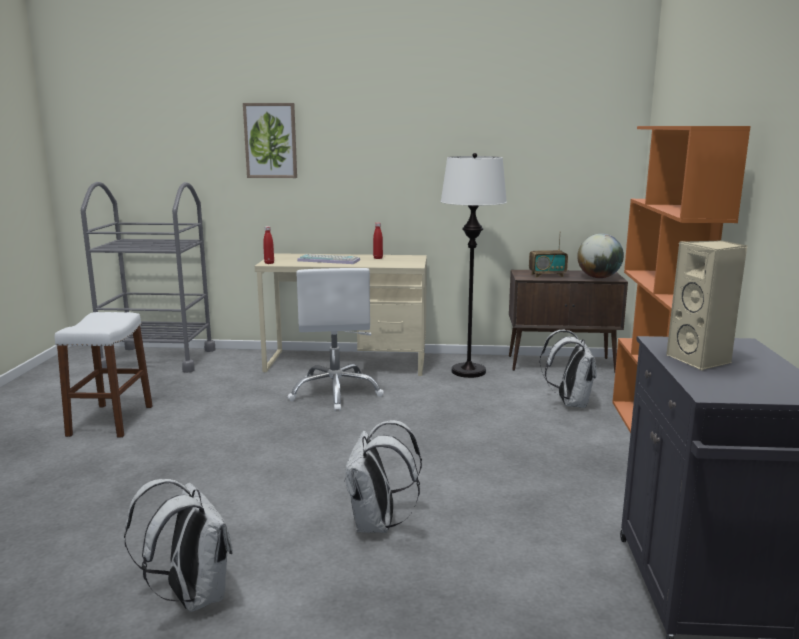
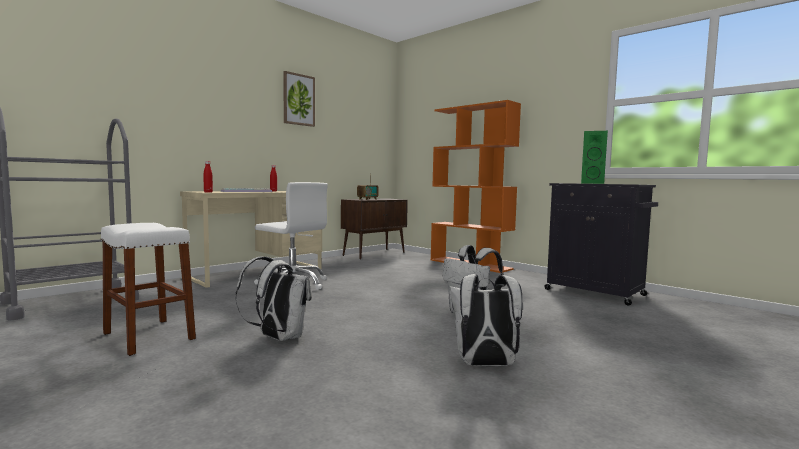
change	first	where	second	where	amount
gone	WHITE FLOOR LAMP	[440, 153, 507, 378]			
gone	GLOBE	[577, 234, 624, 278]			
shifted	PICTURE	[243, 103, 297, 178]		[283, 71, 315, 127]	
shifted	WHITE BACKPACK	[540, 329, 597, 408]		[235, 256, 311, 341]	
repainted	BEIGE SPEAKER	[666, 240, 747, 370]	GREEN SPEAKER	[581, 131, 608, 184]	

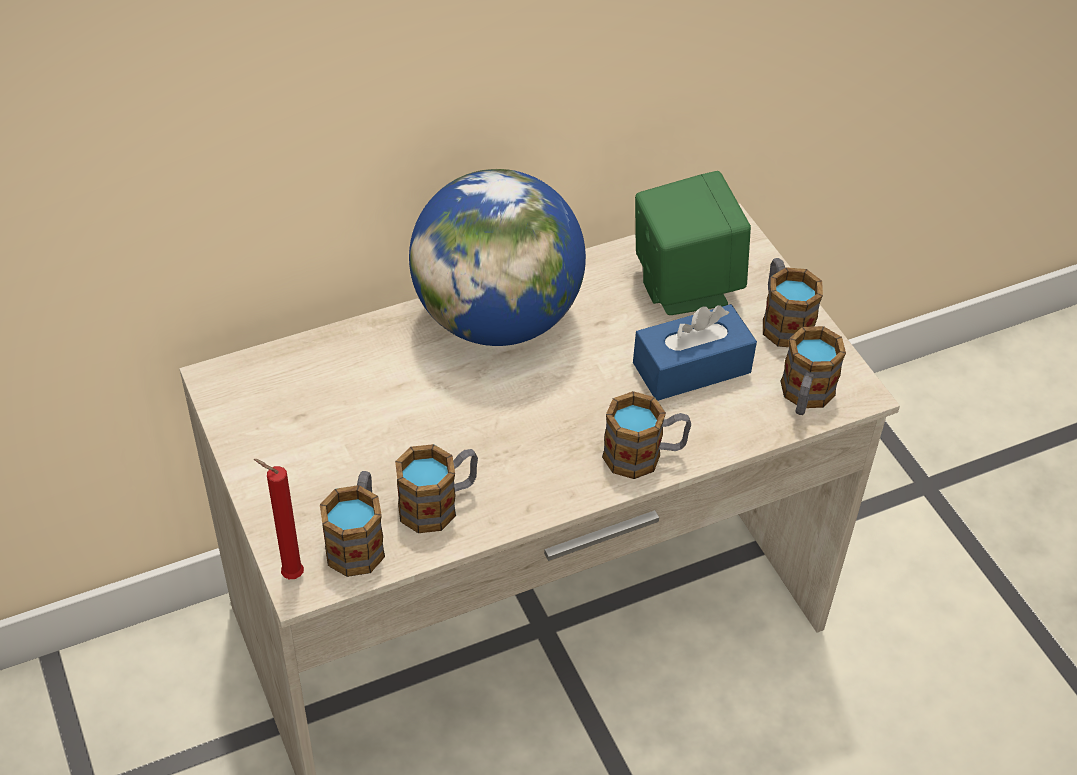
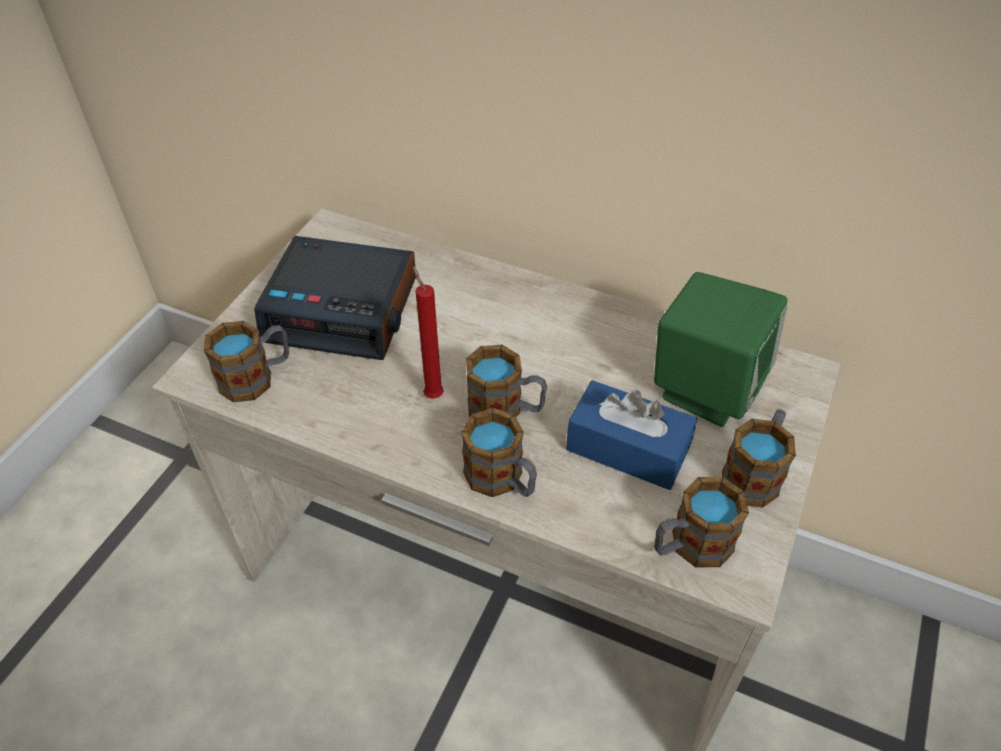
change	first	where	second	where	amount
gone	GLOBE	[409, 169, 586, 346]			
new			ALARM CLOCK	[254, 236, 416, 360]	
shifted	RED CANDLE	[254, 459, 304, 579]		[413, 266, 444, 399]	
shifted	MUG	[395, 444, 478, 533]		[466, 345, 547, 417]	

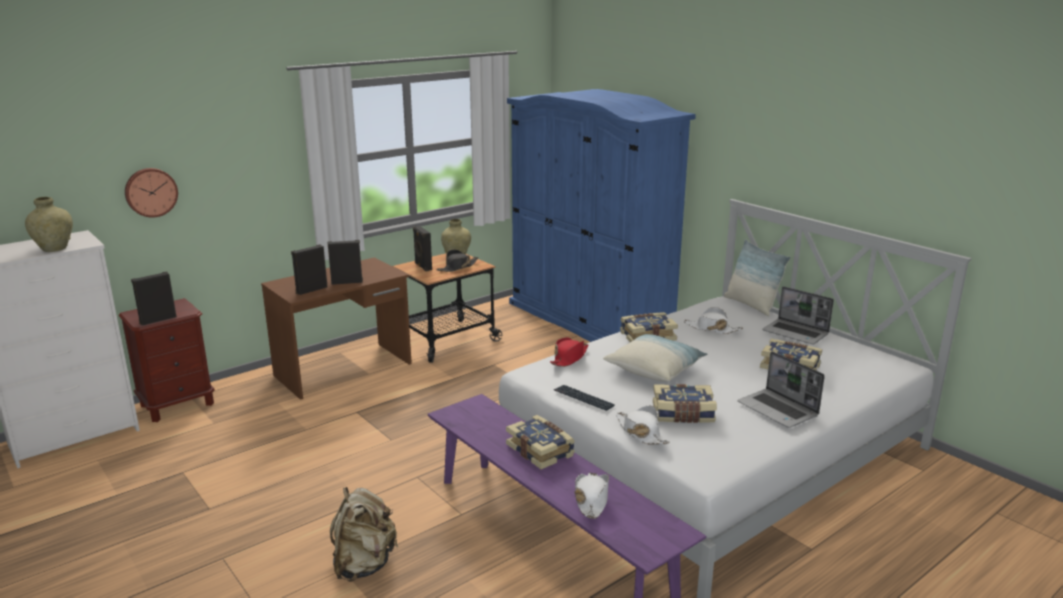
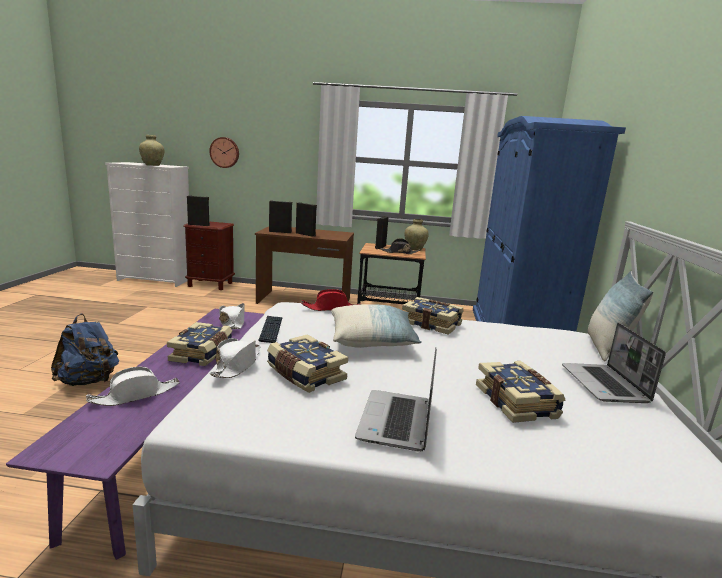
change	first	where	second	where	amount
shifted	WHITE HAT	[684, 307, 743, 334]		[219, 303, 245, 329]	
repainted	BEIGE BACKPACK	[330, 487, 398, 582]	BLUE BACKPACK	[51, 314, 119, 386]	

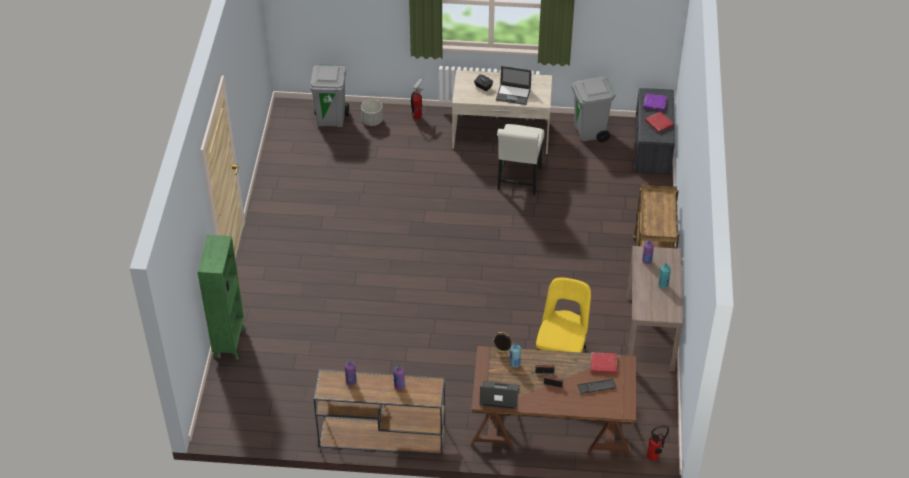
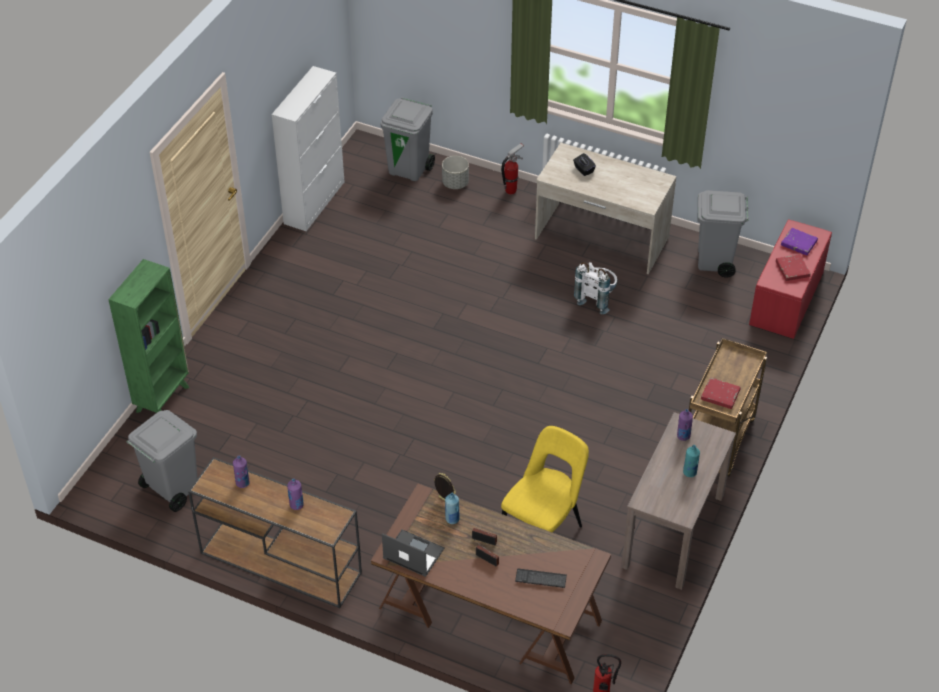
change	first	where	second	where	amount
gone	LAPTOP	[496, 66, 532, 105]			
new			GREY TRASH CAN	[126, 410, 197, 512]	
new			WHITE CABINET	[271, 66, 344, 231]	
shifted	RED BOOK	[591, 352, 617, 374]		[701, 377, 741, 409]	
swapped	WHITE CHAIR	[497, 124, 544, 195]	WHITE BACKPACK	[574, 262, 618, 314]	
repainted	GREY BENCH	[635, 88, 675, 174]	RED BENCH	[749, 219, 832, 339]	

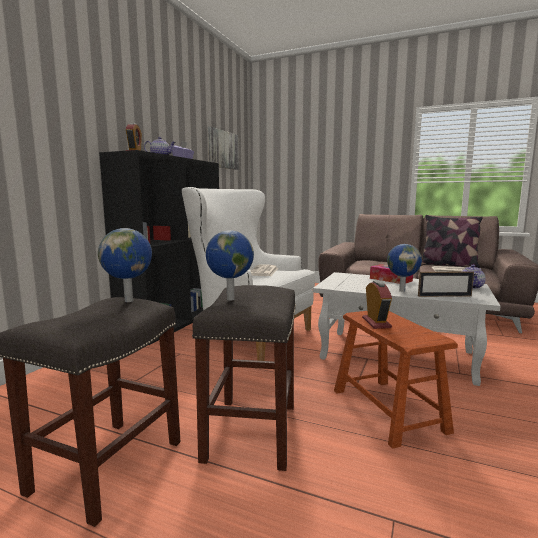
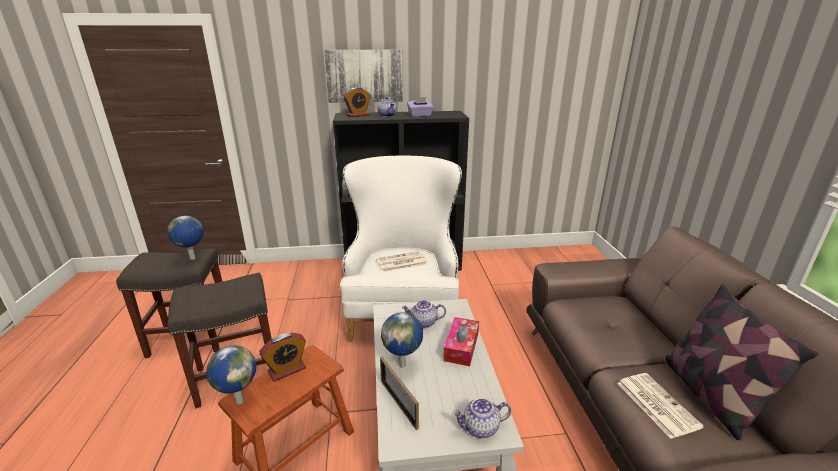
change	first	where	second	where	amount
new			TEAPOT	[401, 300, 446, 328]	
shifted	GLOBE	[206, 230, 254, 301]		[206, 345, 256, 404]	
shifted	PICTURE	[208, 126, 239, 170]		[324, 50, 403, 103]	

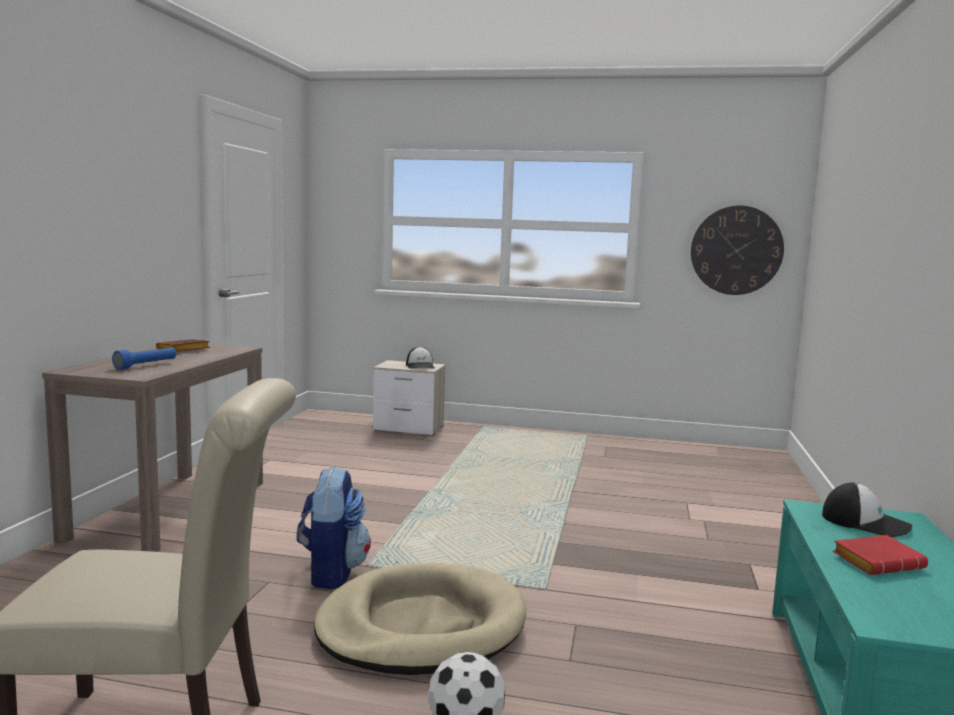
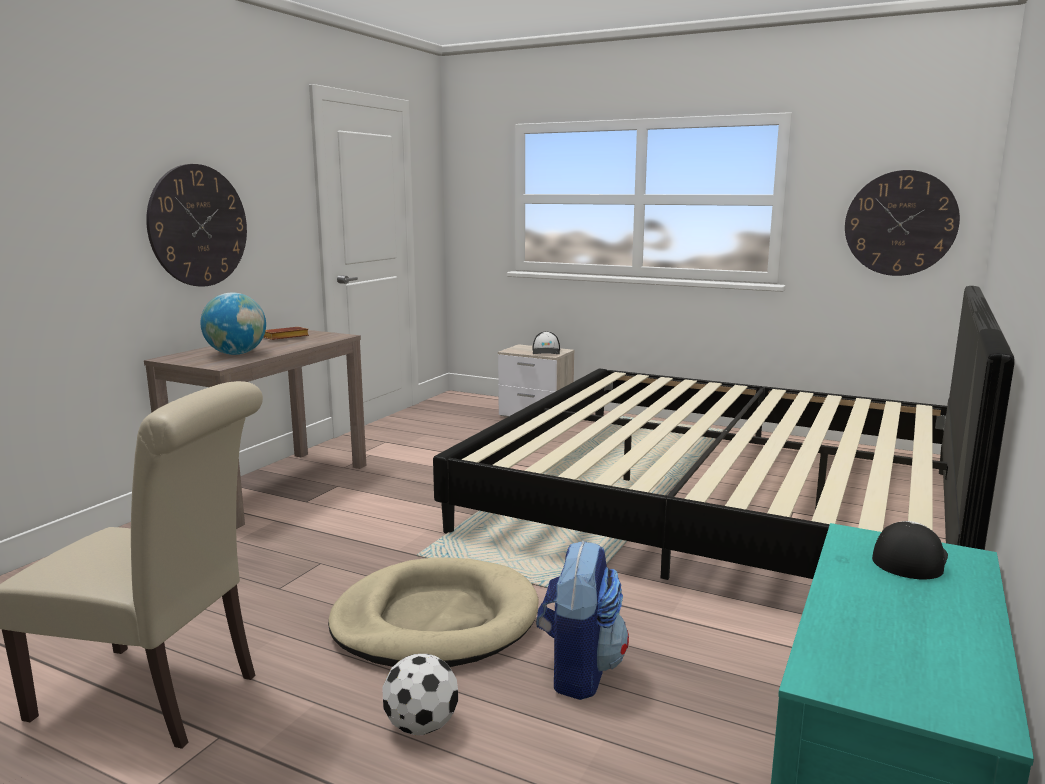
change	first	where	second	where	amount
gone	RED BOOK	[833, 535, 928, 575]			
new			WALL CLOCK	[146, 164, 247, 287]	
new			BED	[433, 286, 1015, 580]	
shifted	BACKPACK	[296, 466, 371, 590]		[536, 540, 629, 700]	
swapped	BLUE FLASHLIGHT	[112, 348, 176, 370]	GLOBE	[200, 292, 266, 355]	
rotated	CAP	[822, 482, 912, 537]		[872, 521, 948, 579]	105 degrees counterclockwise

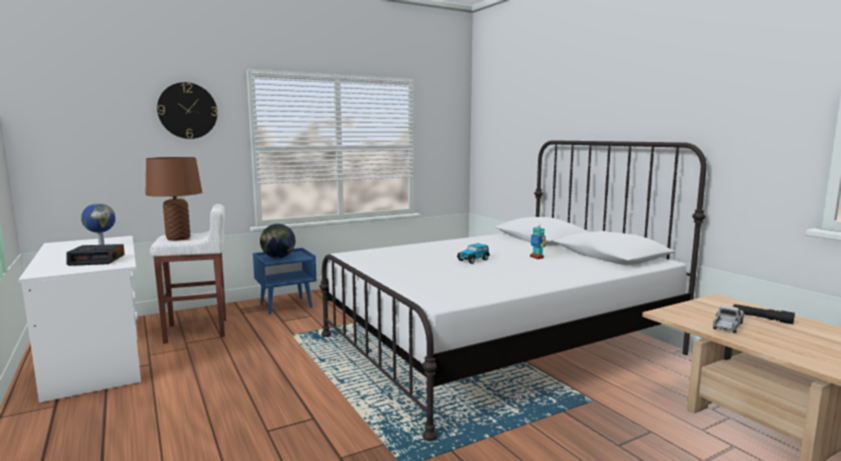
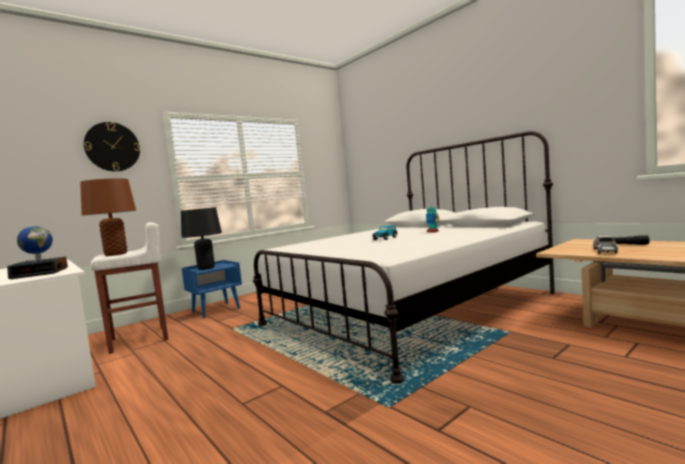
change	first	where	second	where	amount
swapped	GLOBE	[260, 224, 295, 259]	BLACK TABLE LAMP	[181, 207, 222, 270]	

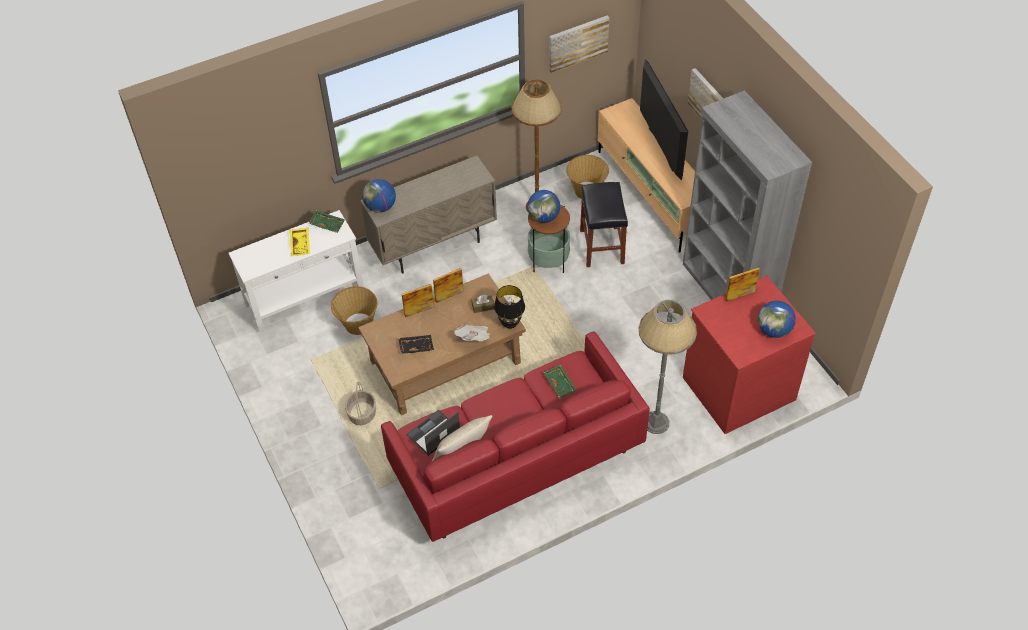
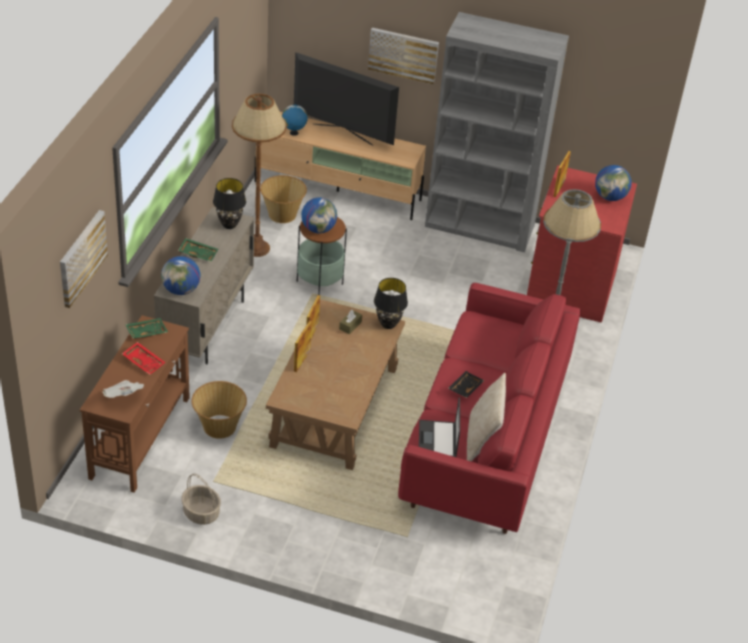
change	first	where	second	where	amount
gone	BLACK STOOL	[580, 182, 628, 267]			
new			BLACK TABLE LAMP	[213, 178, 246, 229]	
new			GLOBE	[282, 102, 308, 136]	
shifted	BASKET	[345, 382, 376, 425]		[181, 473, 221, 525]	
shifted	BLACK TRAY	[398, 335, 434, 354]		[448, 371, 484, 398]	
shifted	NEWSPAPER	[454, 324, 490, 341]		[103, 380, 144, 398]	
shifted	GREEN TRAY	[543, 364, 577, 399]		[178, 238, 218, 262]	
shifted	PICTURE	[549, 16, 609, 73]		[60, 210, 108, 308]	
repainted	WHITE CONSOLE TABLE	[229, 210, 364, 333]	BROWN CONSOLE TABLE	[80, 315, 190, 493]	
repainted	YELLOW TRAY	[290, 228, 310, 256]	RED TRAY	[122, 342, 166, 375]	

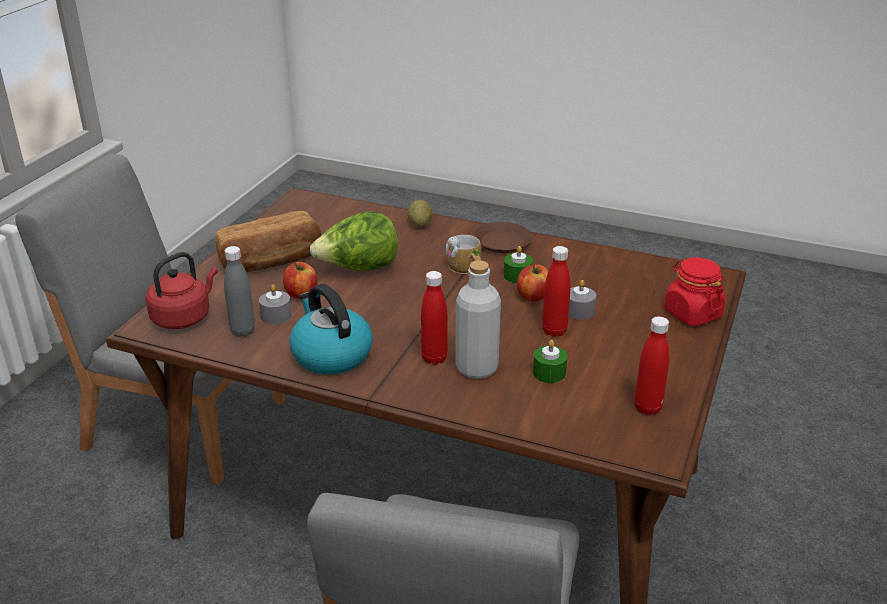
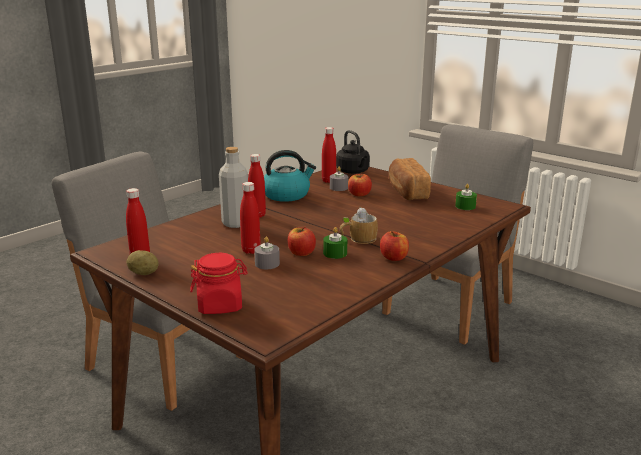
change	first	where	second	where	amount
gone	LETTUCE	[310, 211, 398, 271]			
shifted	POTATO	[407, 200, 433, 227]		[126, 250, 159, 275]	
shifted	GREEN CANDLE	[533, 340, 567, 383]		[455, 184, 477, 210]	
swapped	BROWN PLATE	[473, 222, 532, 253]	APPLE	[380, 231, 409, 261]	
repainted	RED KETTLE	[146, 252, 218, 329]	BLACK KETTLE	[336, 130, 370, 174]	
repainted	GREY BOTTLE	[224, 246, 255, 337]	RED BOTTLE	[322, 127, 336, 183]	

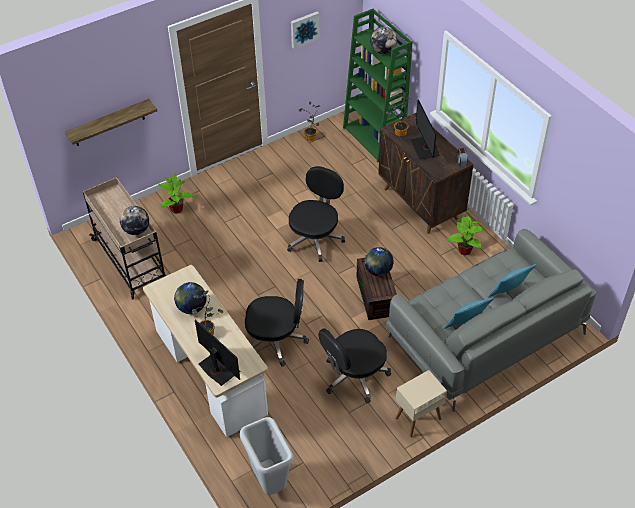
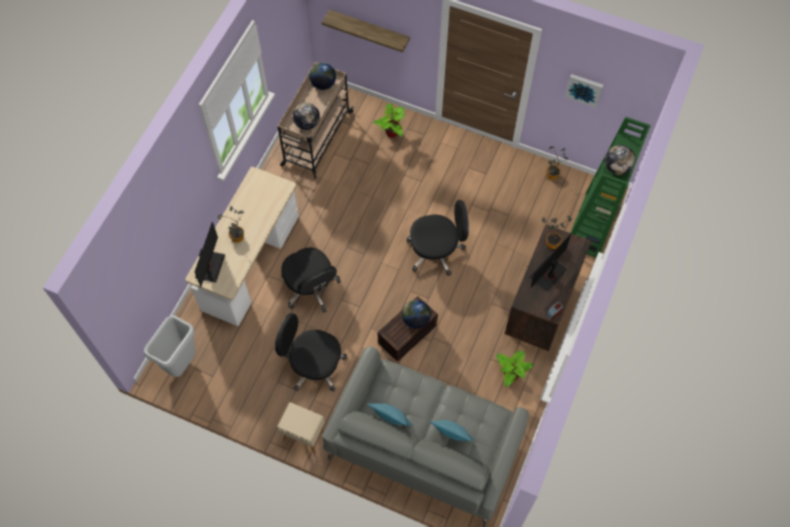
change	first	where	second	where	amount
shifted	GLOBE	[174, 282, 207, 314]		[309, 63, 336, 90]	

